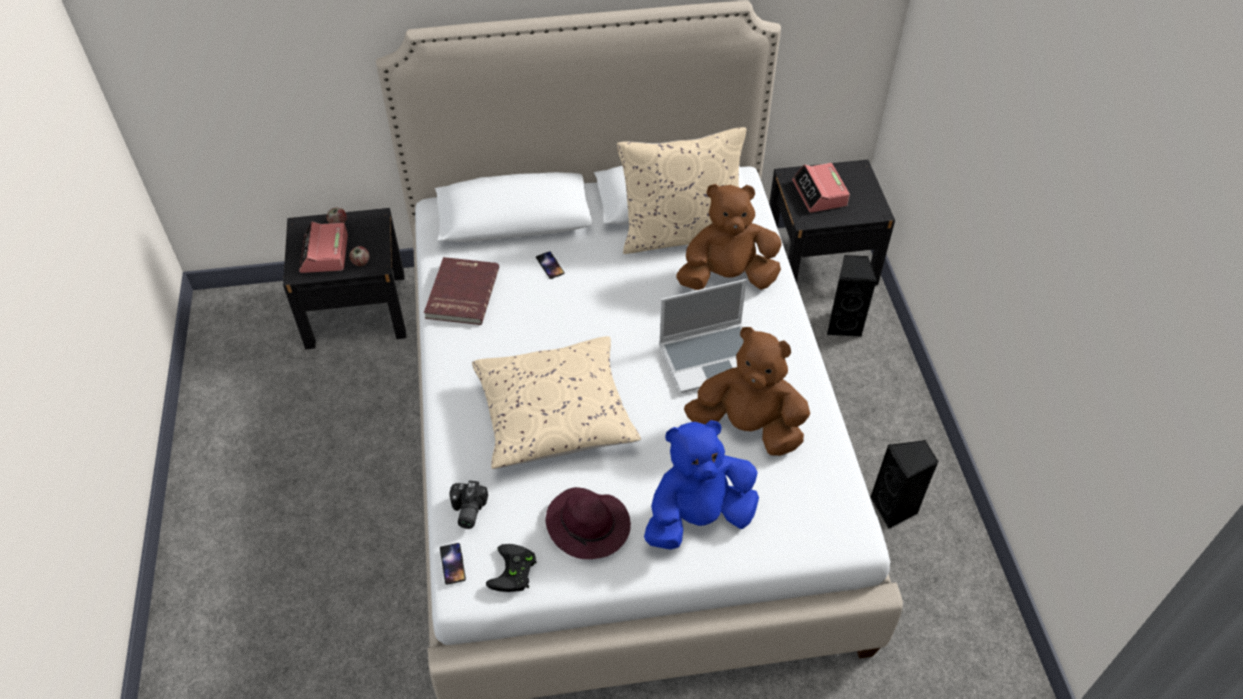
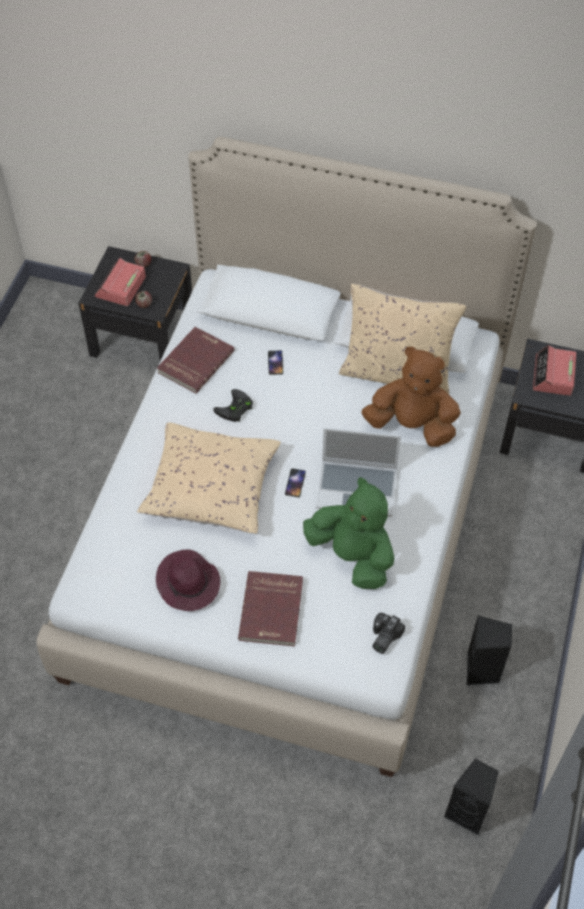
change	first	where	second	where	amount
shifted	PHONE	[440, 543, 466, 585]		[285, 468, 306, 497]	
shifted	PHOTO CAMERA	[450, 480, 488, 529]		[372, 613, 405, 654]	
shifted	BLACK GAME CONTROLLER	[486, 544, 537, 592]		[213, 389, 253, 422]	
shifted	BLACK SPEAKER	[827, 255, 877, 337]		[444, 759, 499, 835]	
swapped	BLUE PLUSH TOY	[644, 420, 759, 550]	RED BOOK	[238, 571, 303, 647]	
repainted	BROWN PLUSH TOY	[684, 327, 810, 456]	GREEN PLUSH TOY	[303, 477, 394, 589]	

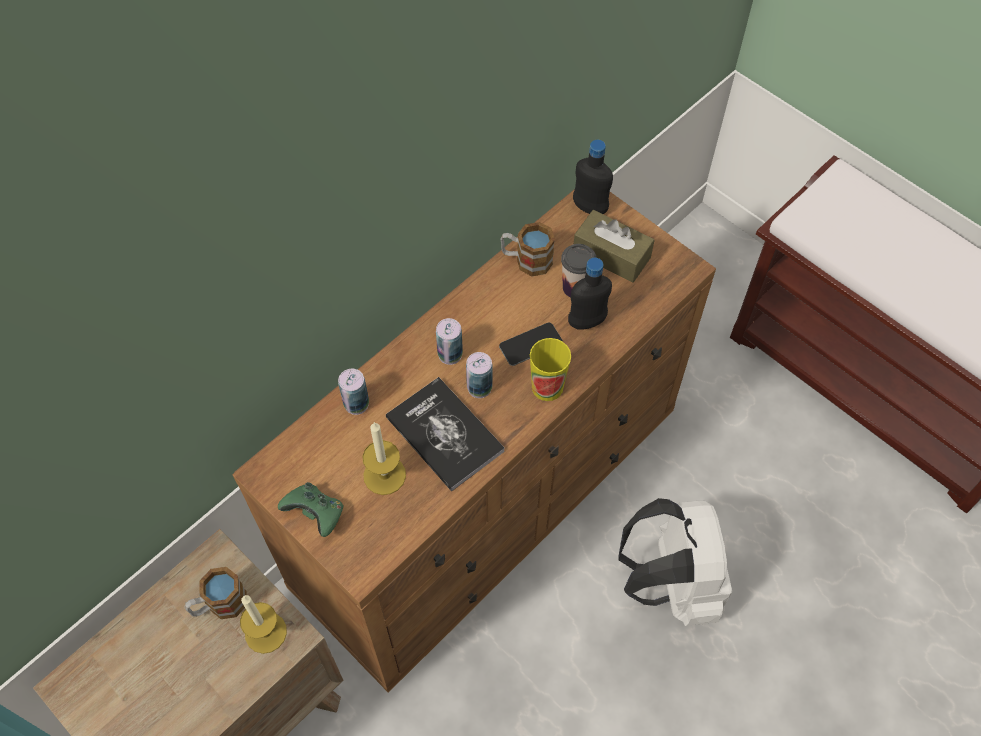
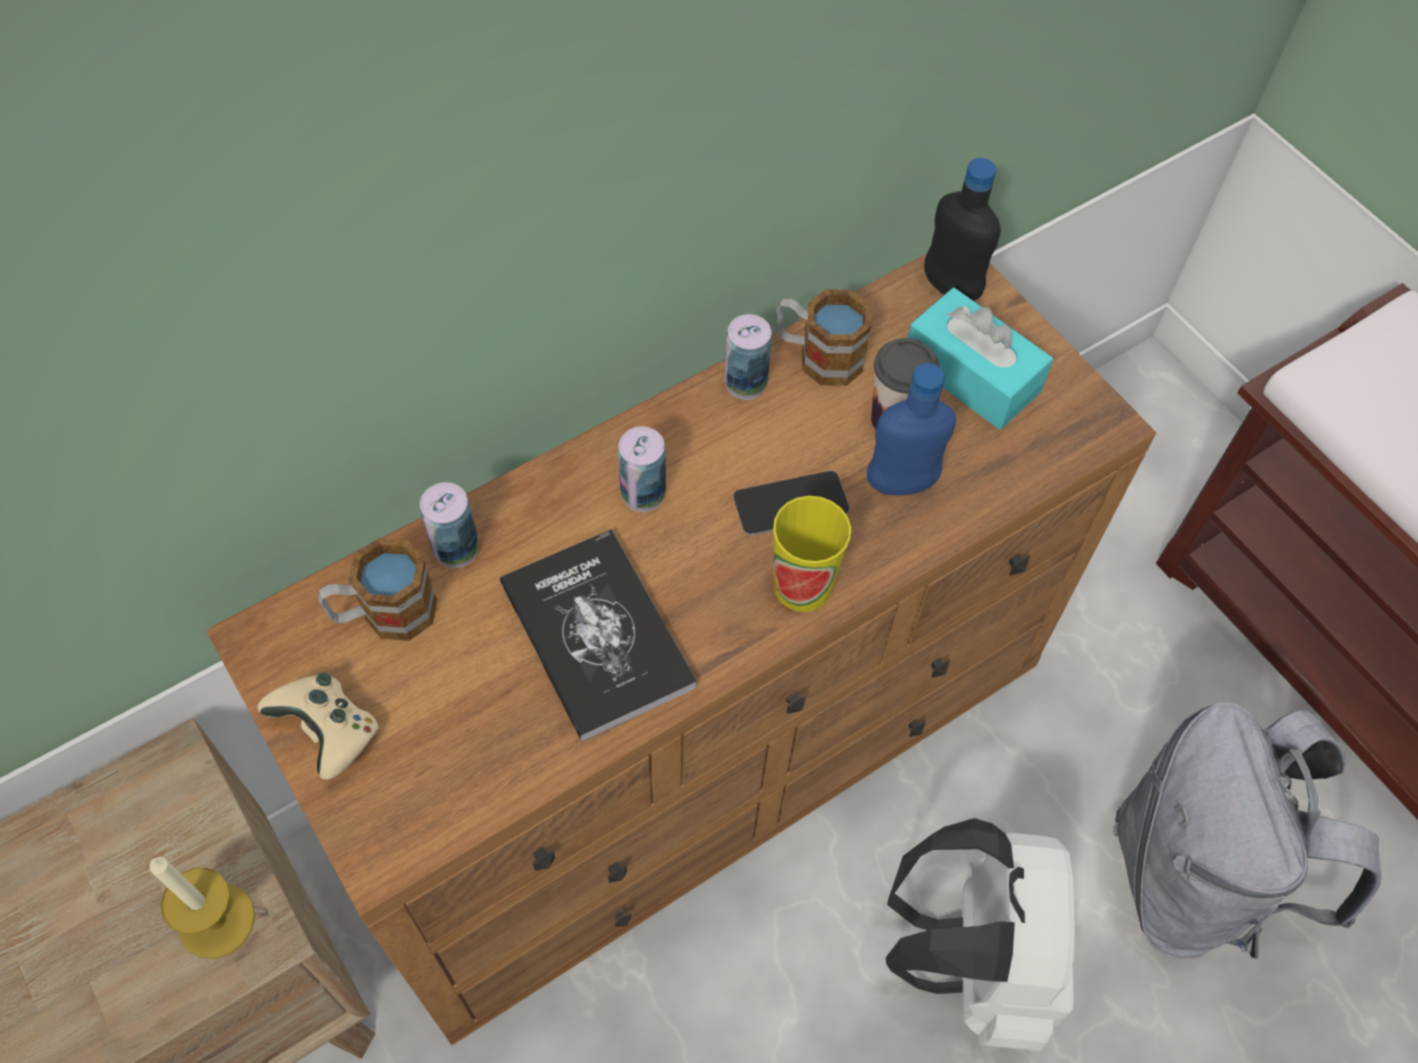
change	first	where	second	where	amount
gone	CANDLE	[362, 422, 406, 495]			
new			GREY BACKPACK	[1113, 702, 1382, 959]	
shifted	MUG	[185, 567, 247, 619]		[318, 538, 437, 641]	
shifted	CAN	[466, 352, 493, 398]		[724, 314, 772, 400]	
repainted	GREEN GAME CONTROLLER	[278, 482, 344, 537]	BEIGE GAME CONTROLLER	[257, 672, 379, 780]	
repainted	BLACK BOTTLE	[568, 258, 612, 330]	BLUE BOTTLE	[867, 363, 956, 495]	
repainted	BROWN TISSUE BOX	[574, 210, 655, 283]	TURQUOISE TISSUE BOX	[908, 288, 1053, 429]	

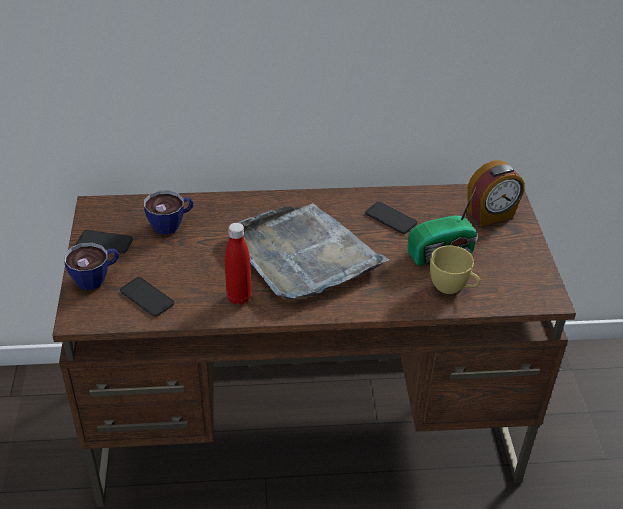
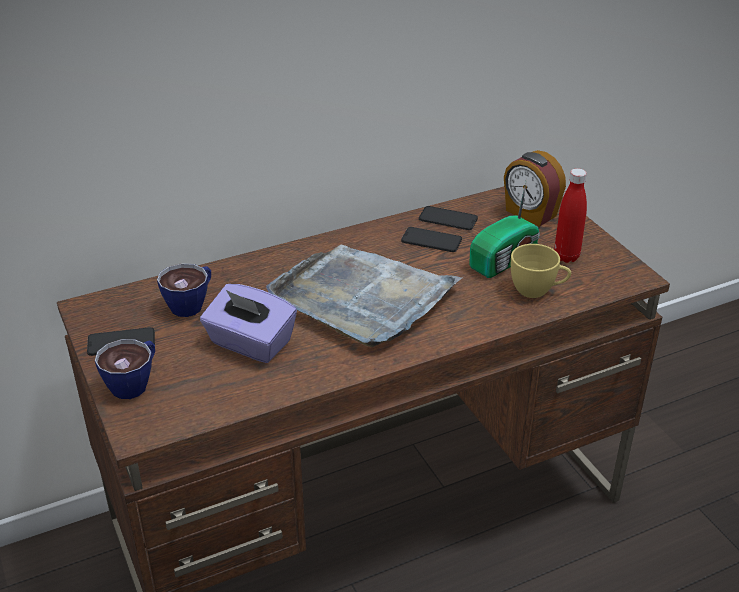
change	first	where	second	where	amount
new			PURPLE TISSUE BOX	[200, 284, 297, 363]	
shifted	PHONE	[120, 277, 174, 317]		[419, 206, 478, 230]	
shifted	RED BOTTLE	[225, 223, 251, 305]		[554, 168, 587, 263]	
rotated	ALARM CLOCK	[467, 160, 525, 226]		[504, 150, 566, 227]	90 degrees clockwise

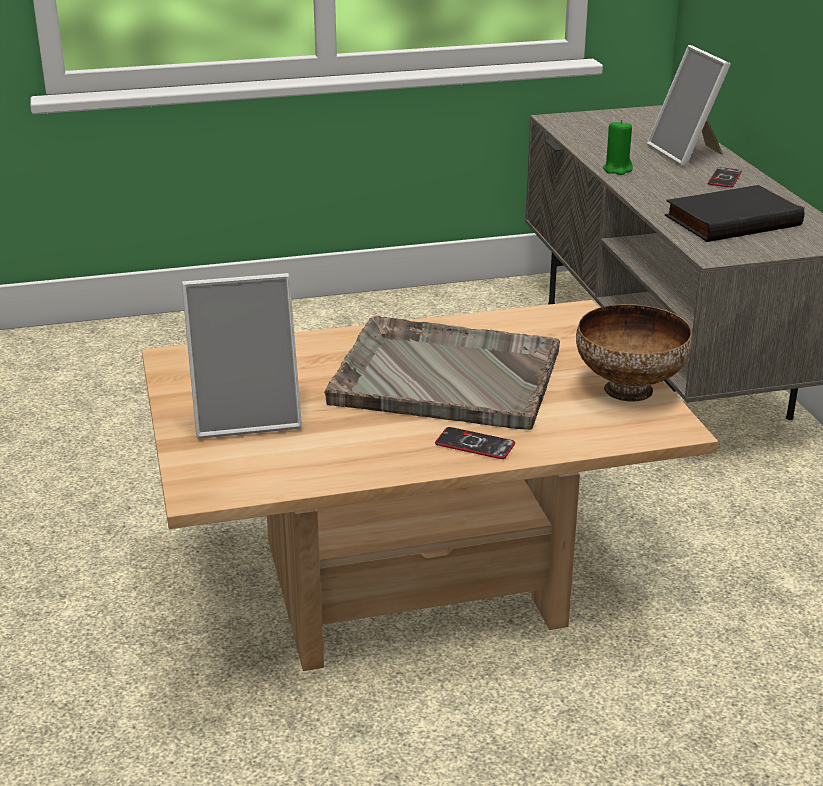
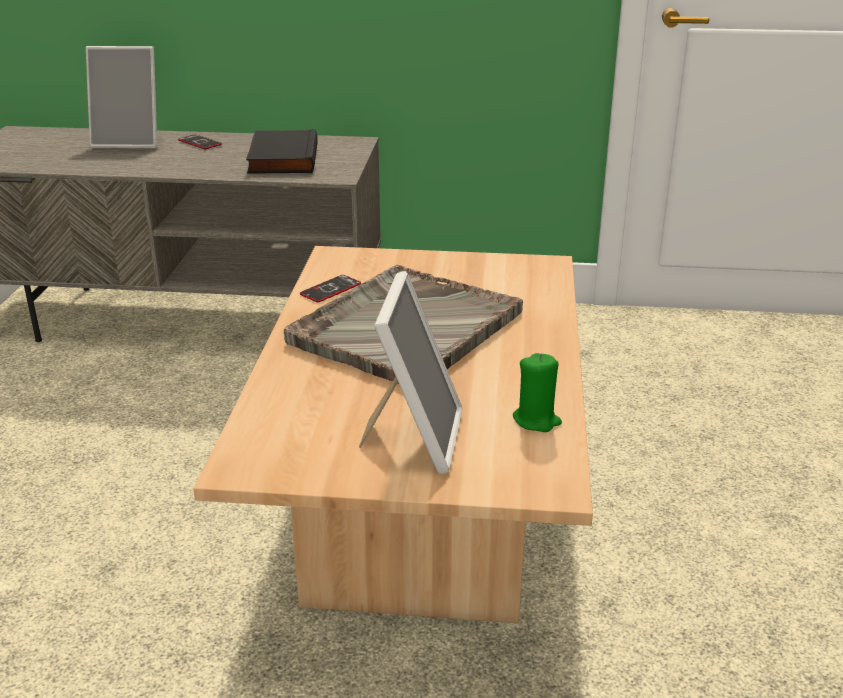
change	first	where	second	where	amount
gone	BOWL	[576, 304, 693, 402]			
shifted	PHONE	[435, 427, 515, 459]		[300, 275, 361, 302]	
shifted	GREEN CANDLE	[603, 120, 633, 175]		[513, 353, 562, 432]	

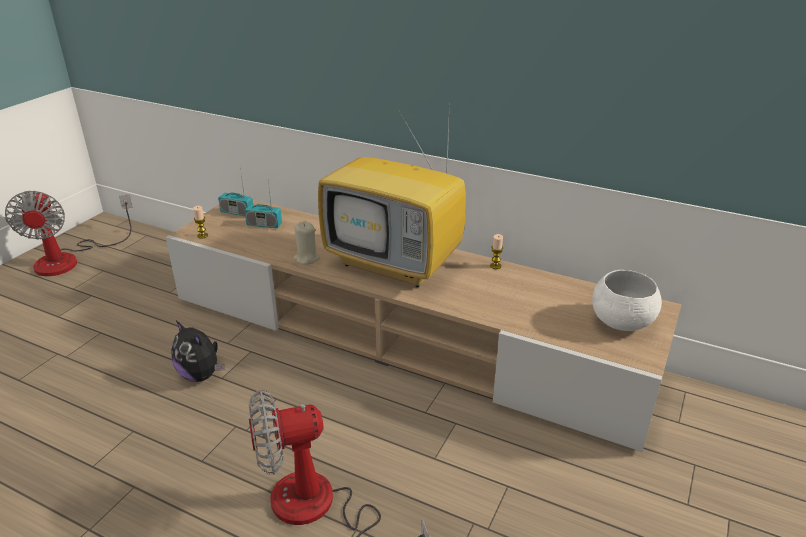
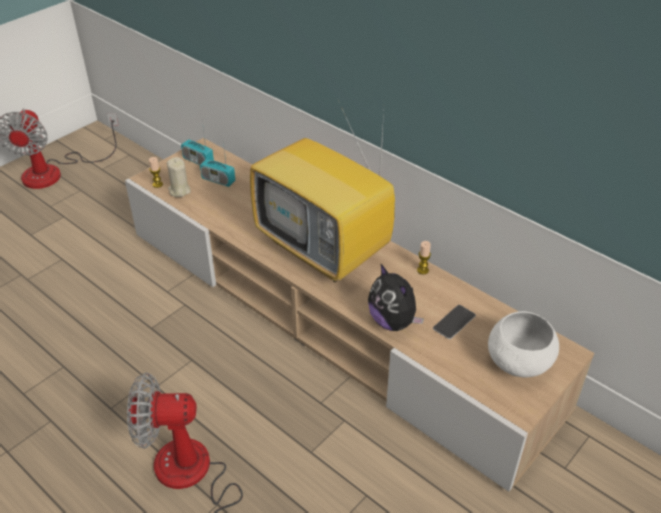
change	first	where	second	where	amount
new			PHONE	[433, 305, 476, 339]	
shifted	PLUSH TOY	[171, 321, 225, 382]		[368, 264, 424, 331]	
shifted	BEIGE CANDLE	[293, 221, 320, 265]		[167, 157, 191, 197]	

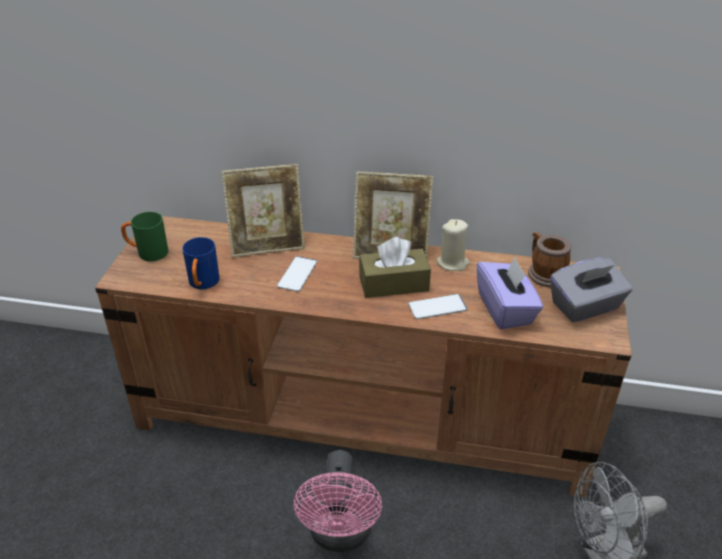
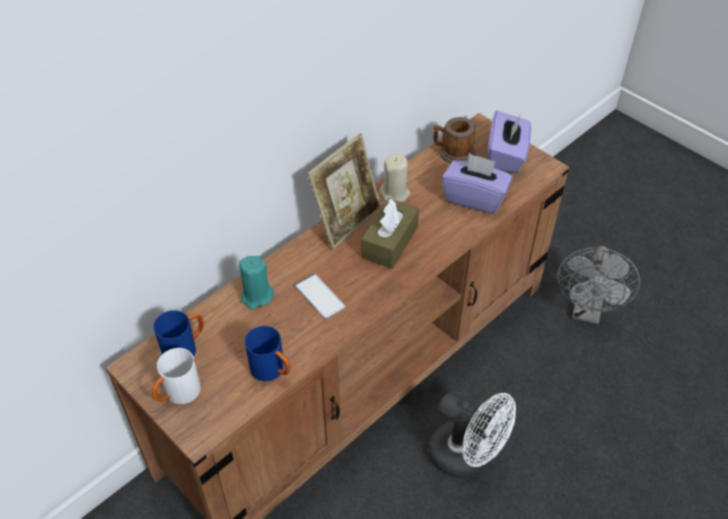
change	first	where	second	where	amount
gone	PHONE	[408, 294, 468, 319]			
new			BLUE MUG	[153, 310, 204, 357]	
swapped	PICTURE FRAME	[221, 164, 305, 258]	TURQUOISE CANDLE	[239, 256, 274, 310]	
repainted	GREEN MUG	[121, 212, 168, 262]	WHITE MUG	[152, 348, 201, 404]	
repainted	PINK FAN	[293, 450, 382, 552]	WHITE FAN	[428, 393, 516, 478]	
repainted	GREY TISSUE BOX	[550, 257, 633, 322]	PURPLE TISSUE BOX	[488, 110, 531, 173]	

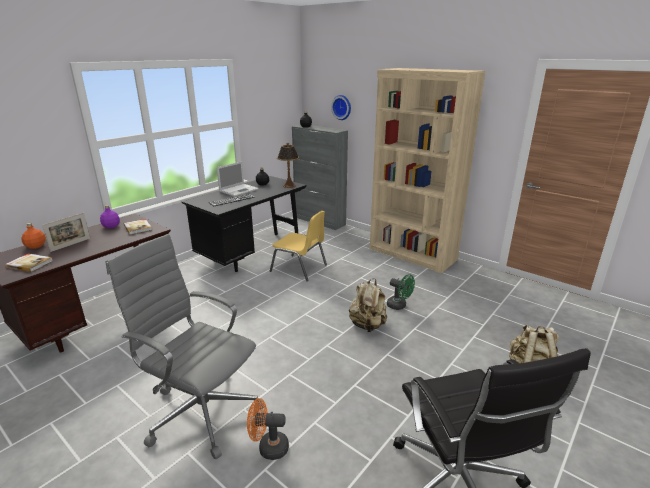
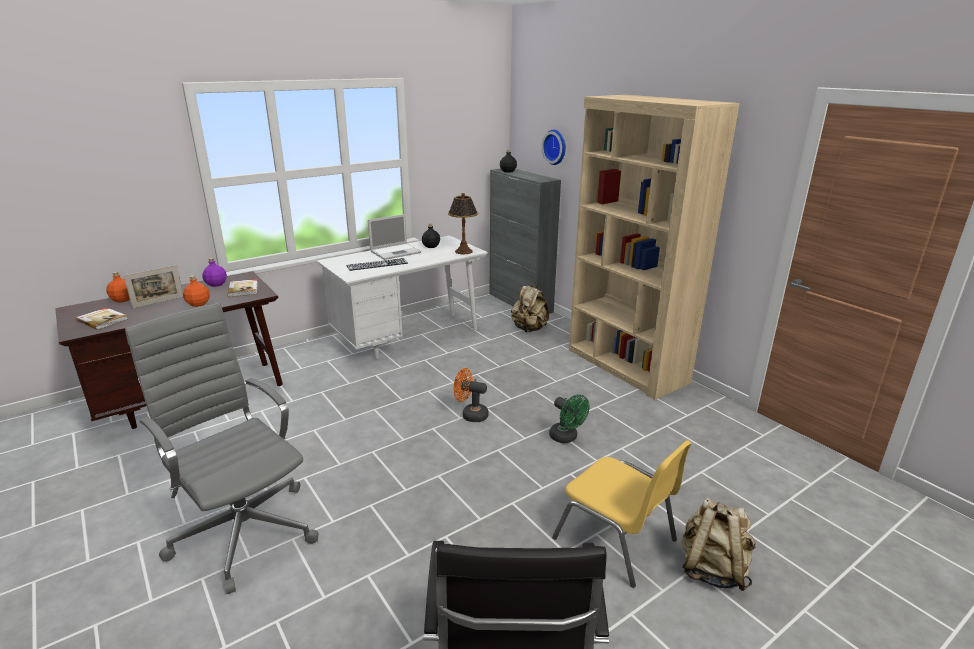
change	first	where	second	where	amount
new			ORANGE BOTTLE	[183, 275, 210, 307]	
shifted	ORANGE FAN	[247, 398, 289, 460]		[453, 368, 489, 422]	
shifted	YELLOW CHAIR	[270, 211, 327, 281]		[552, 440, 692, 588]	
shifted	BEIGE BACKPACK	[349, 278, 387, 332]		[511, 282, 549, 333]	
repainted	BLACK DESK	[182, 176, 307, 272]	WHITE DESK	[317, 236, 488, 359]	

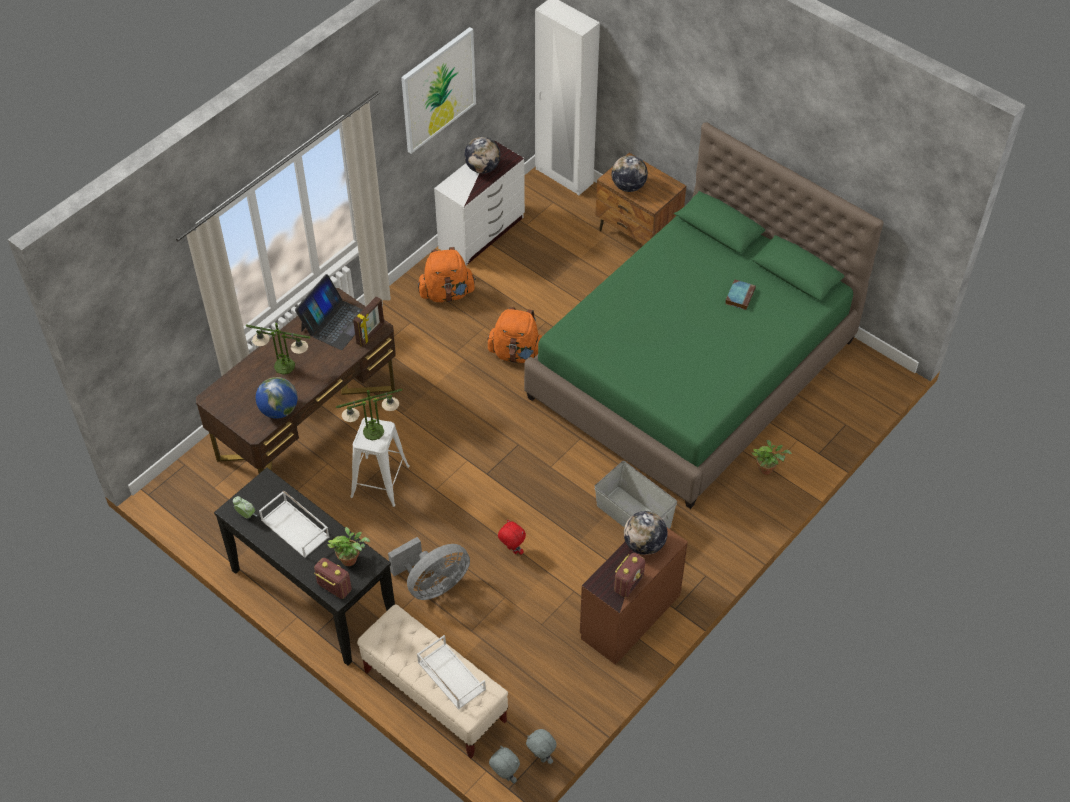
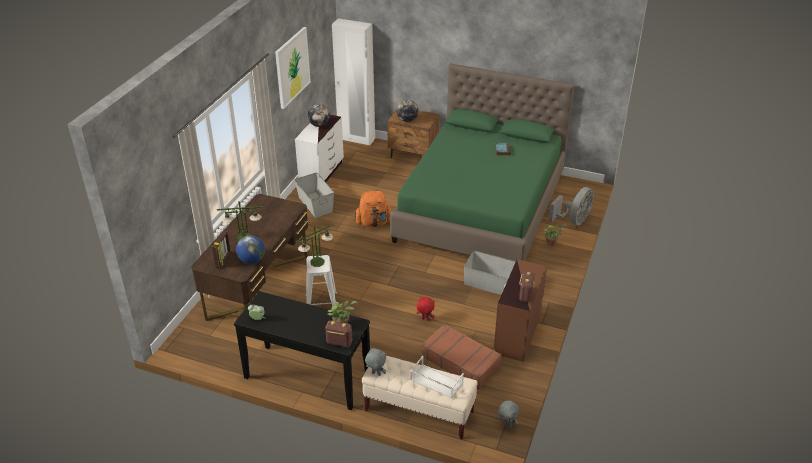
change	first	where	second	where	amount
gone	WHITE TRAY	[259, 490, 330, 558]			
gone	LAPTOP	[295, 274, 363, 350]			
gone	GLOBE	[624, 511, 668, 555]			
new			BROWN SUITCASE	[422, 324, 502, 390]	
shifted	PICTURE FRAME	[353, 296, 384, 347]		[212, 231, 231, 268]	
shifted	GREY FAN	[388, 537, 470, 600]		[548, 187, 594, 225]	
shifted	GREY PLUSH TOY	[489, 745, 520, 784]		[365, 347, 386, 376]	
swapped	ORANGE BACKPACK	[418, 247, 476, 302]	GREY STORAGE BOX	[294, 173, 334, 218]	

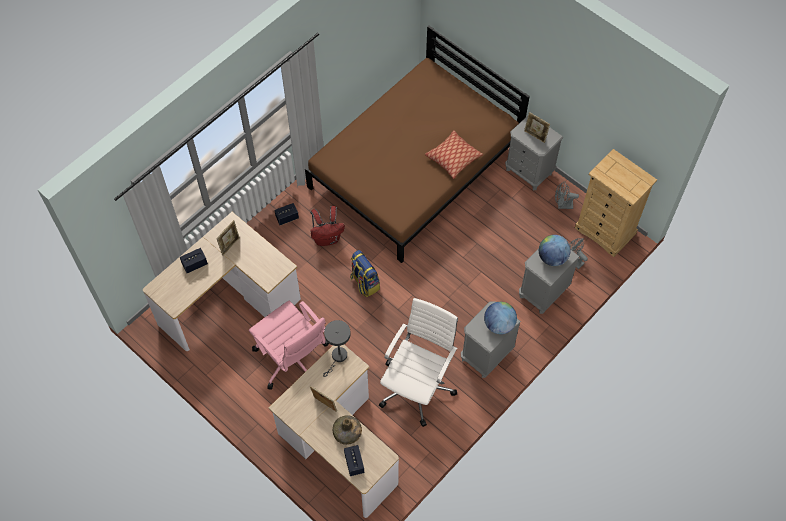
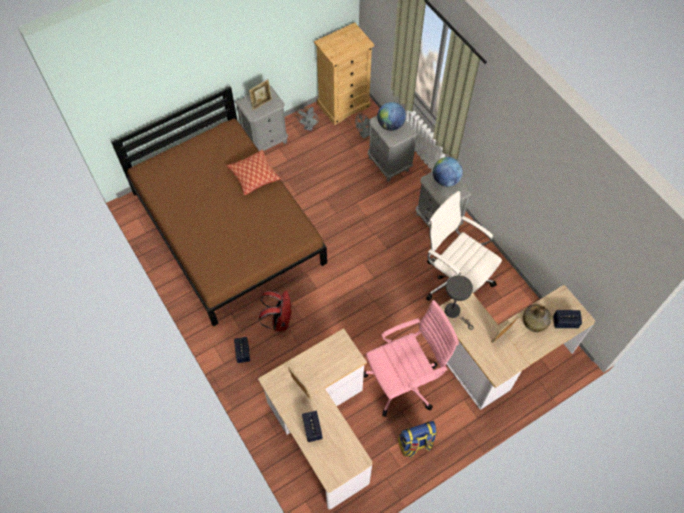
change	first	where	second	where	amount
shifted	BACKPACK	[350, 250, 380, 297]		[398, 421, 437, 457]	

